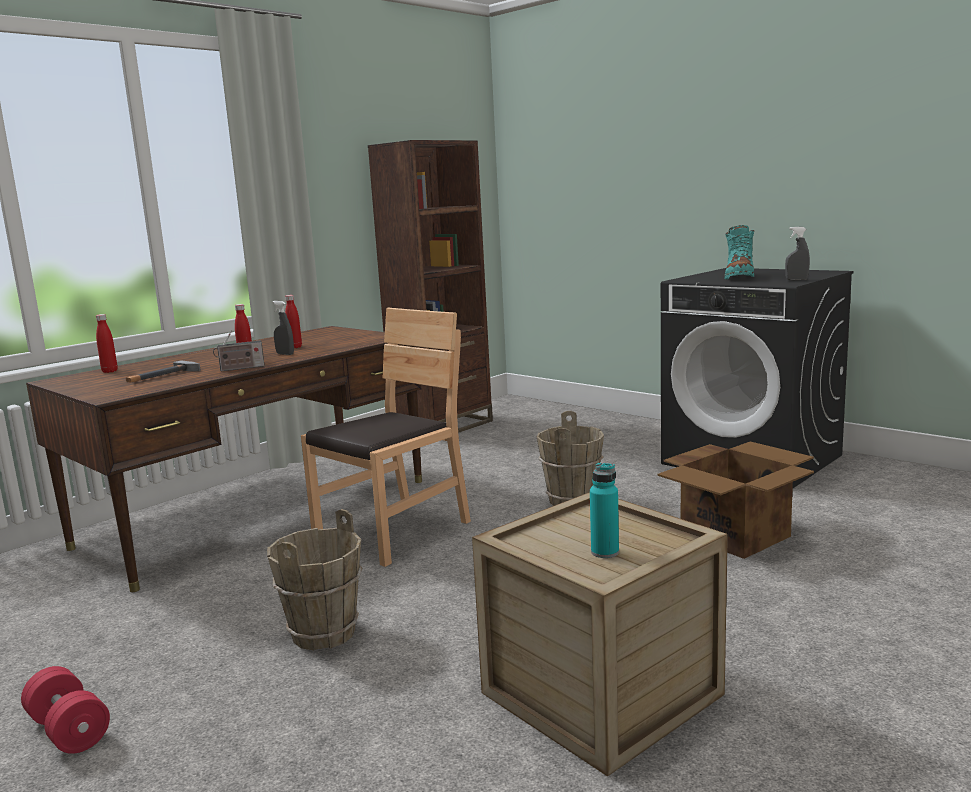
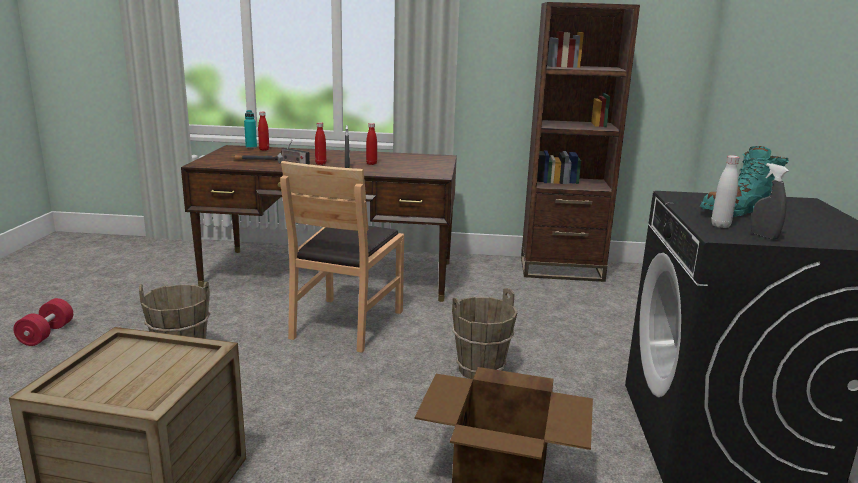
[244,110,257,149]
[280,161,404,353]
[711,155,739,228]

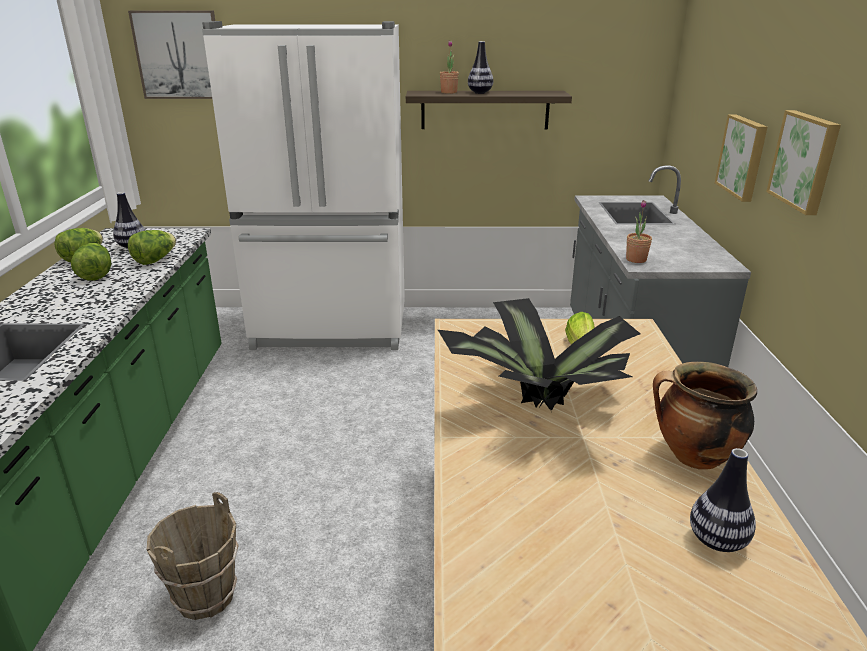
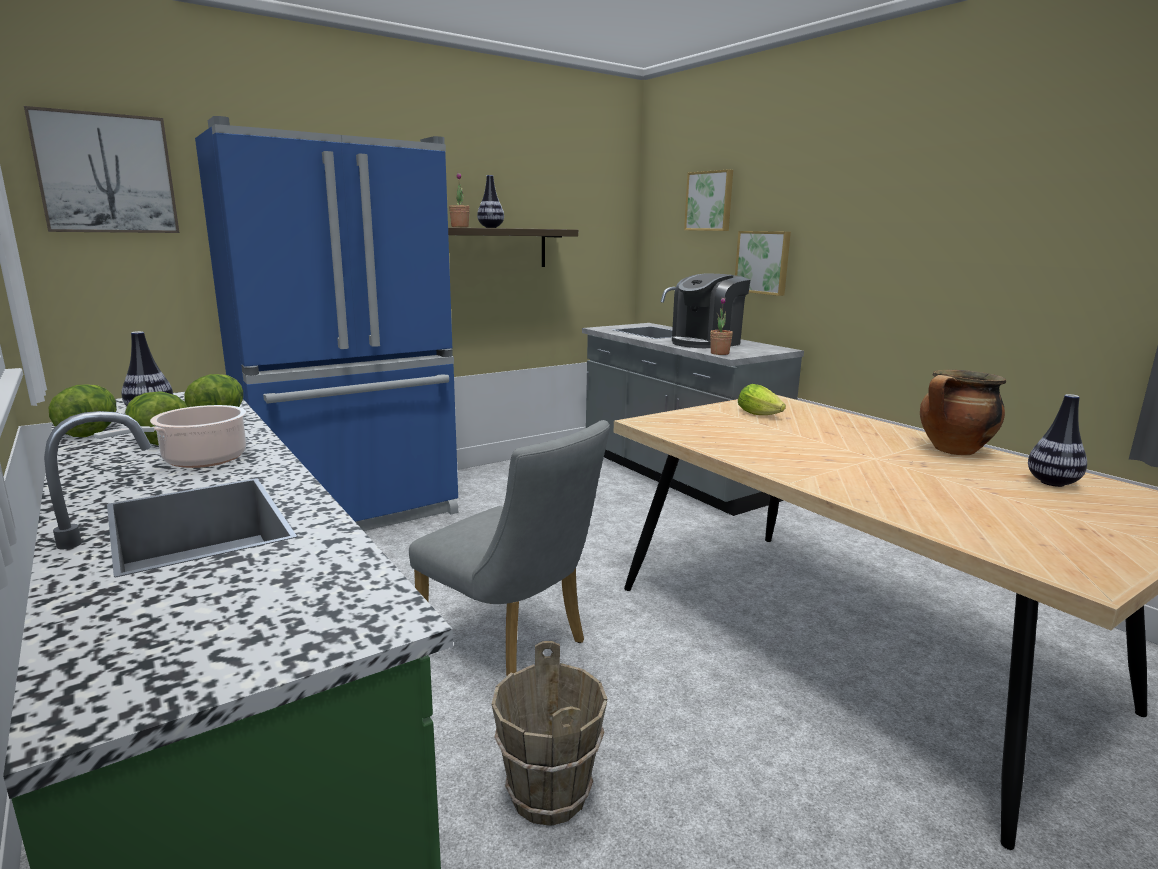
[94,405,246,468]
[195,116,458,531]
[409,420,610,676]
[672,274,750,348]
[684,169,733,231]
[438,298,640,411] (first image)

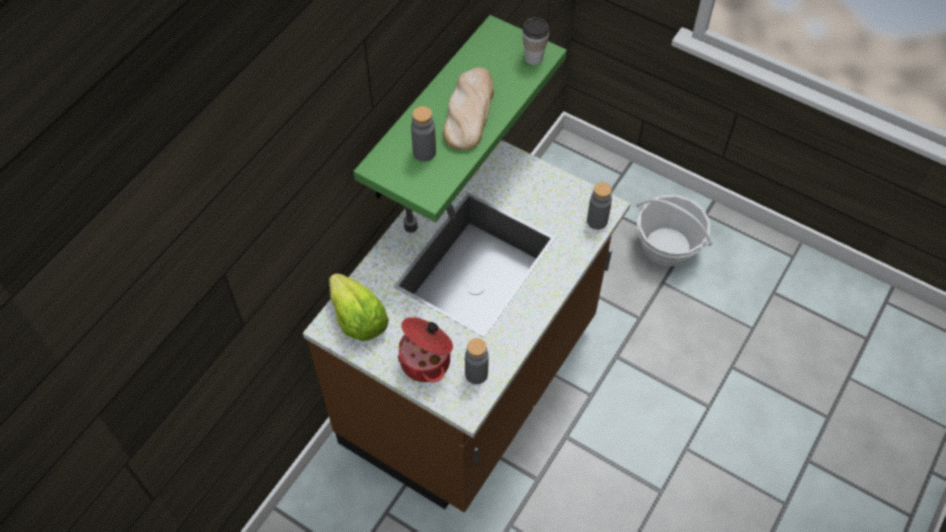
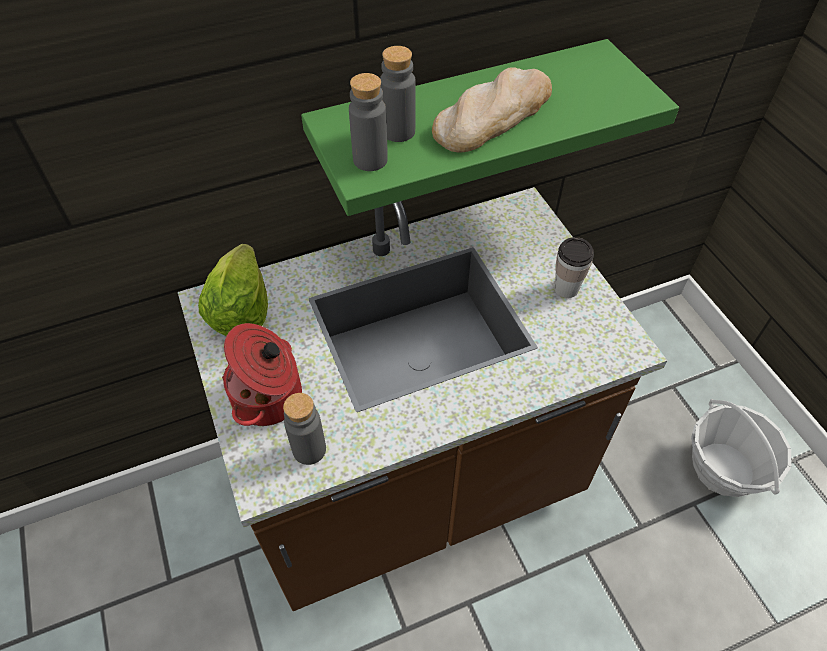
[349,73,388,171]
[554,237,594,298]

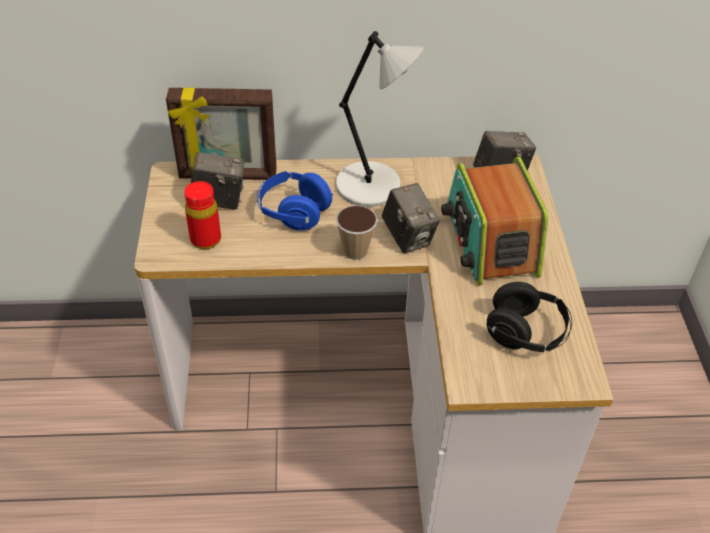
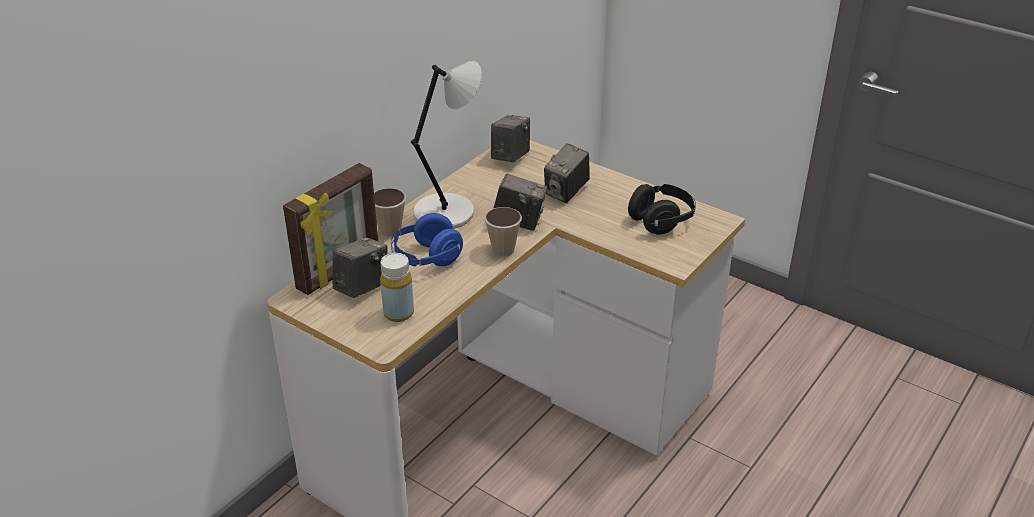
[374,188,406,237]
[380,253,414,322]
[544,143,590,203]

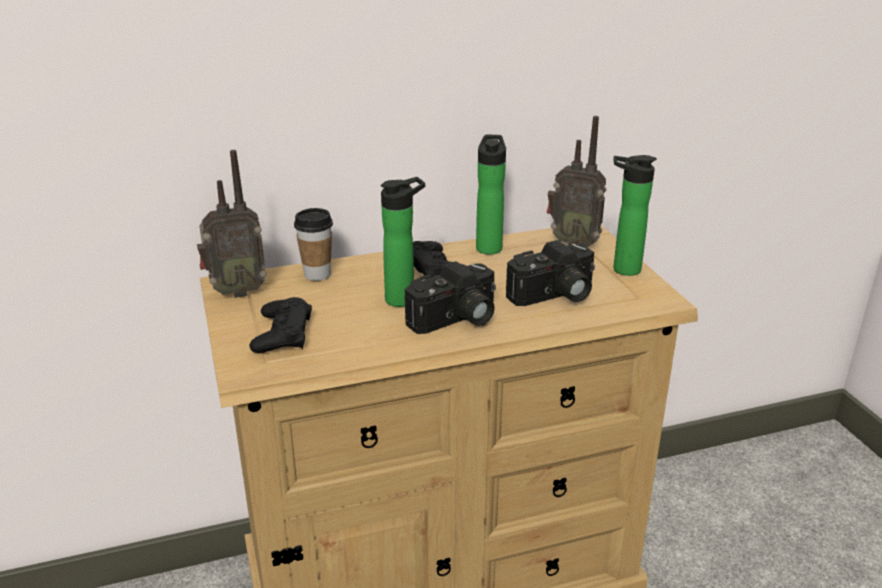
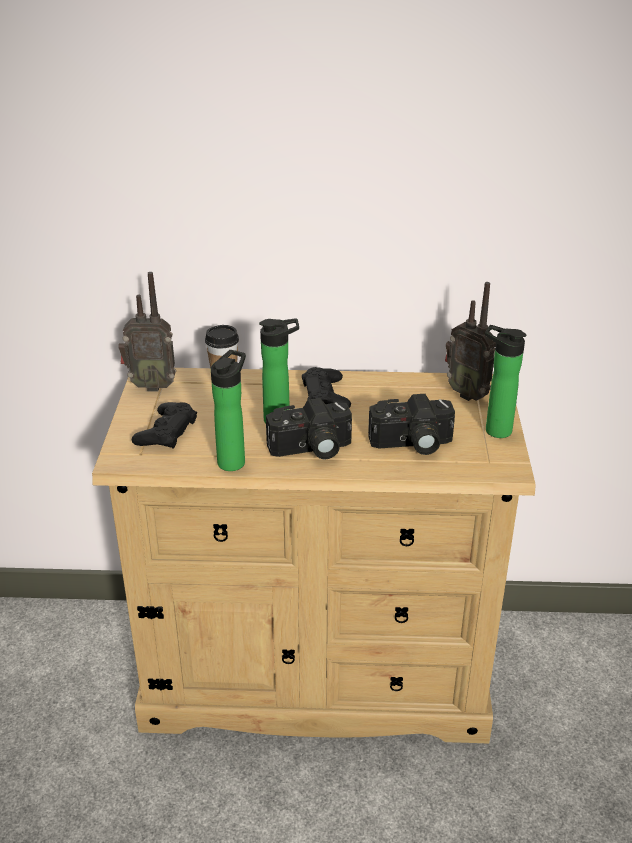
[211,350,246,471]

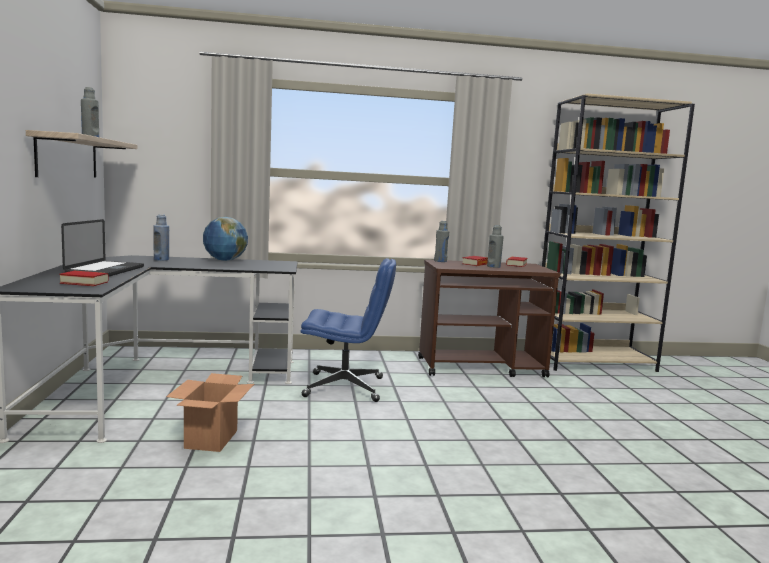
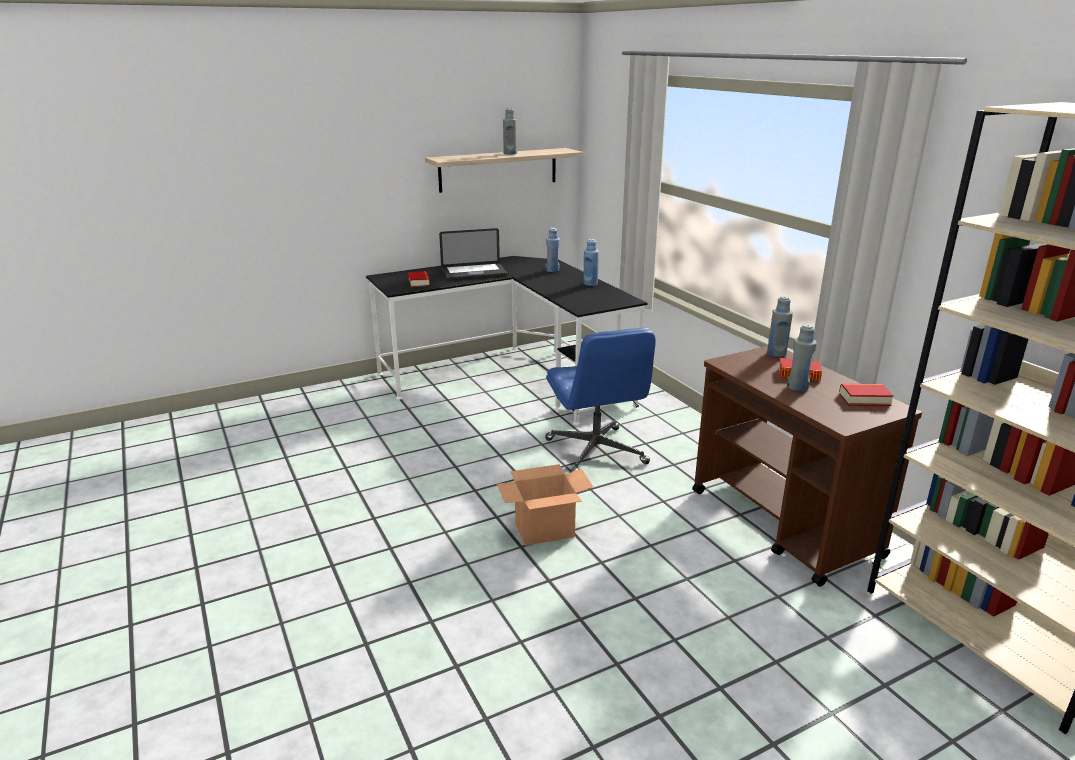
[497,464,593,546]
[583,239,599,286]

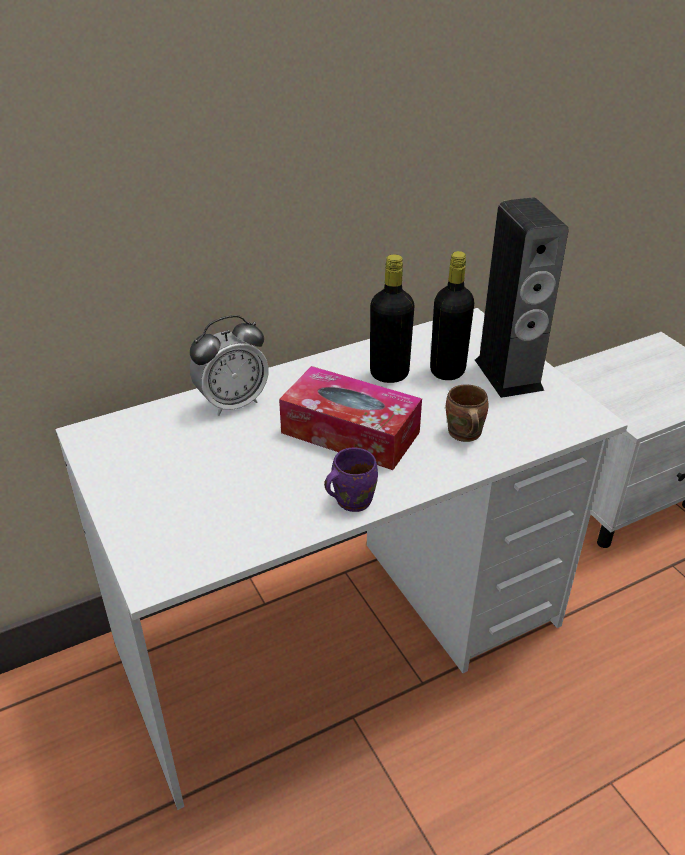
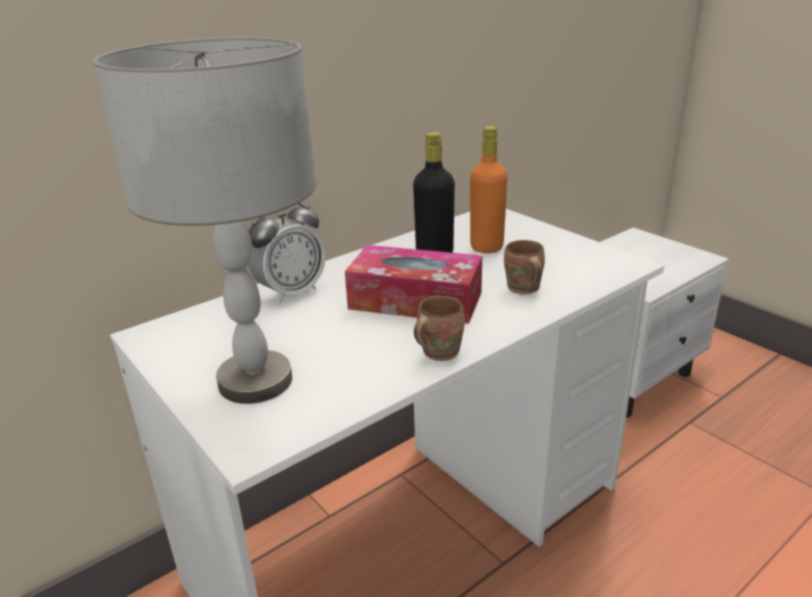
[93,37,316,404]
[414,296,465,361]
[470,126,508,253]
[475,197,569,398] (first image)

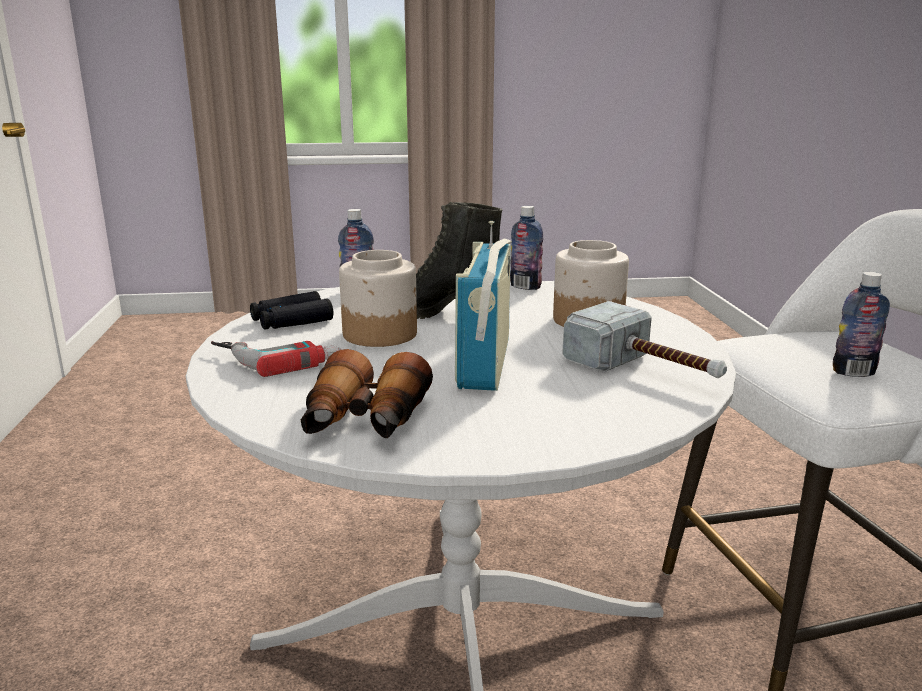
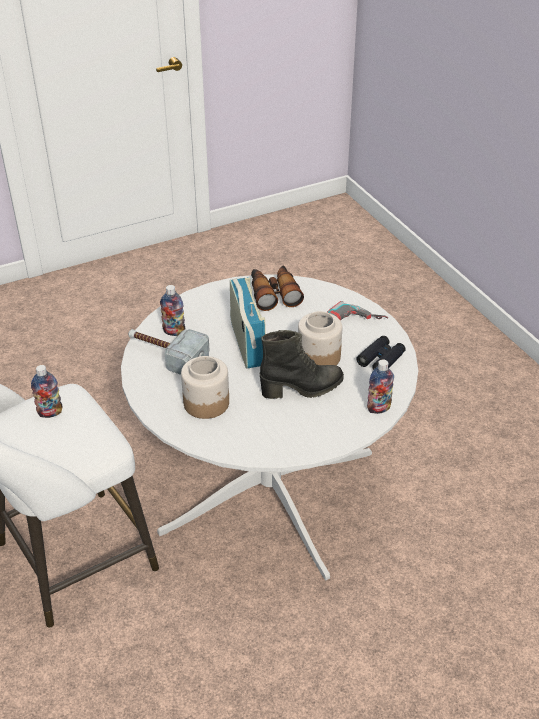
[160,285,185,336]

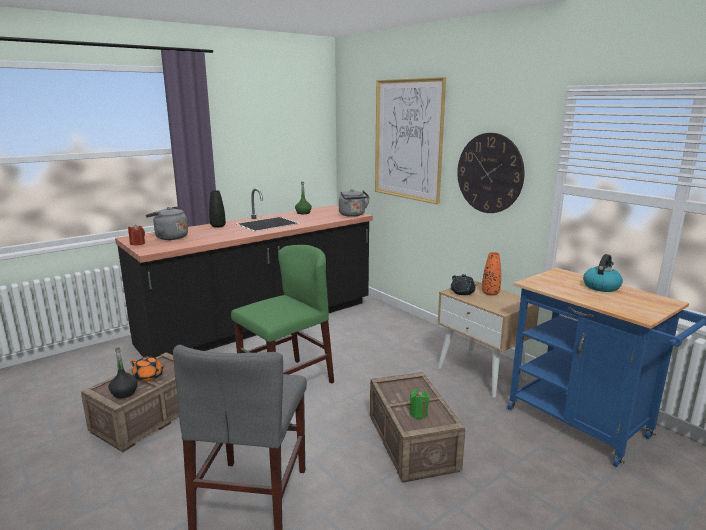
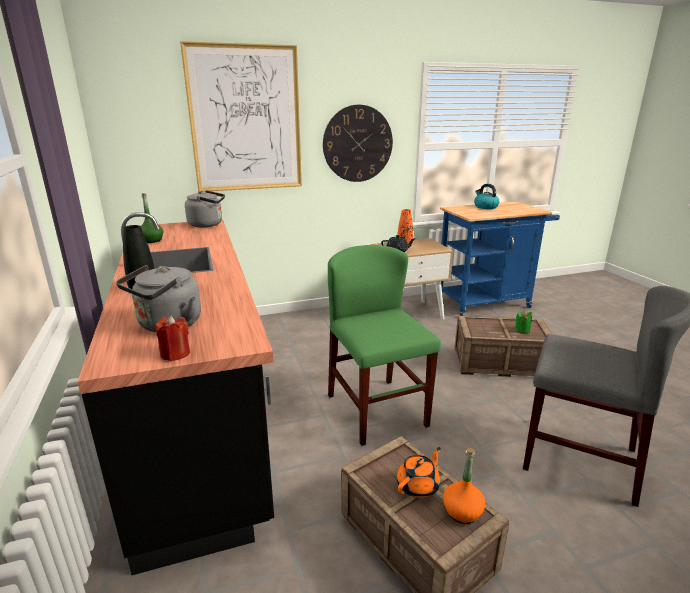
[443,448,485,524]

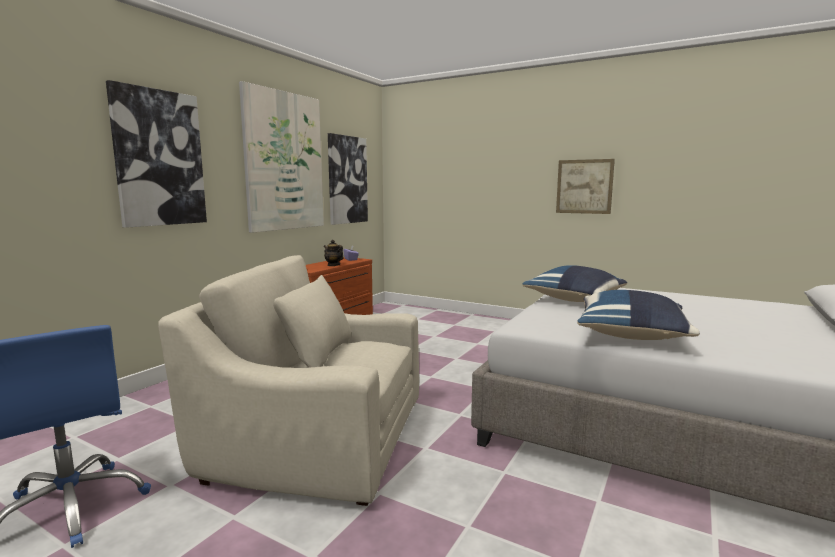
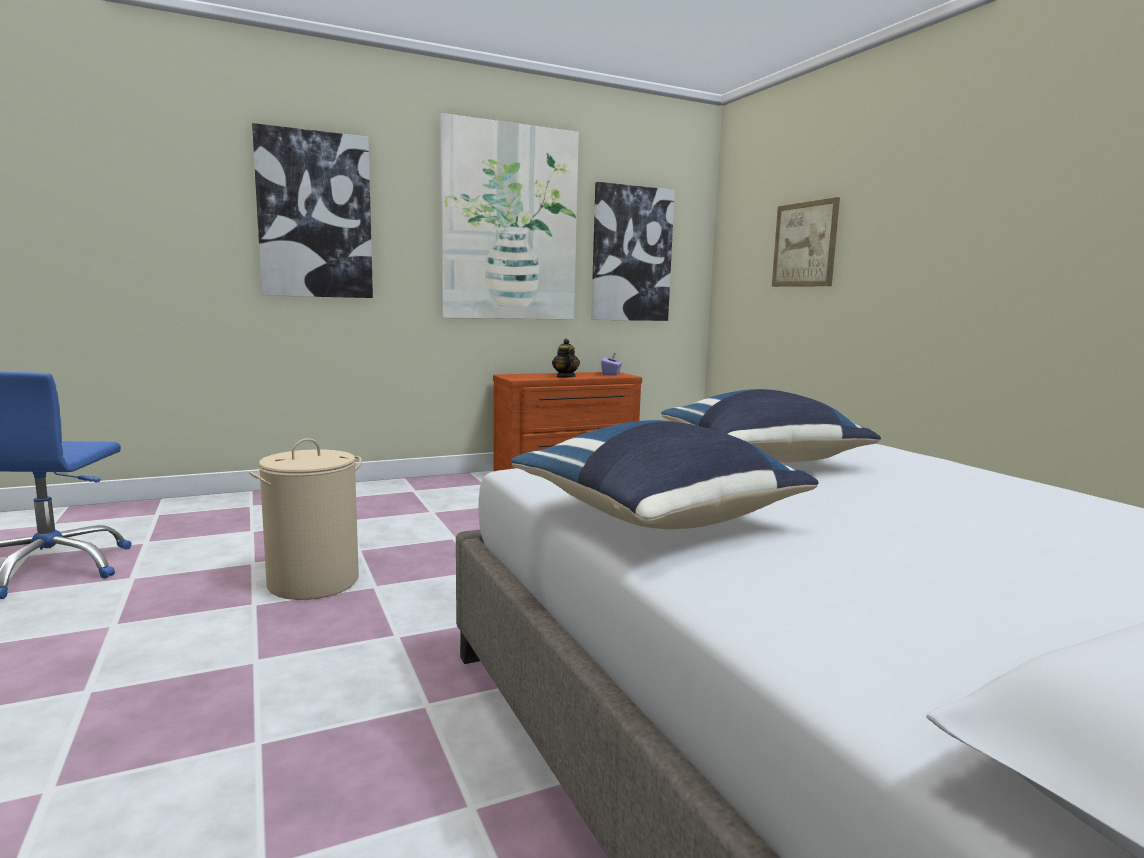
[249,438,362,600]
[772,197,840,287]

